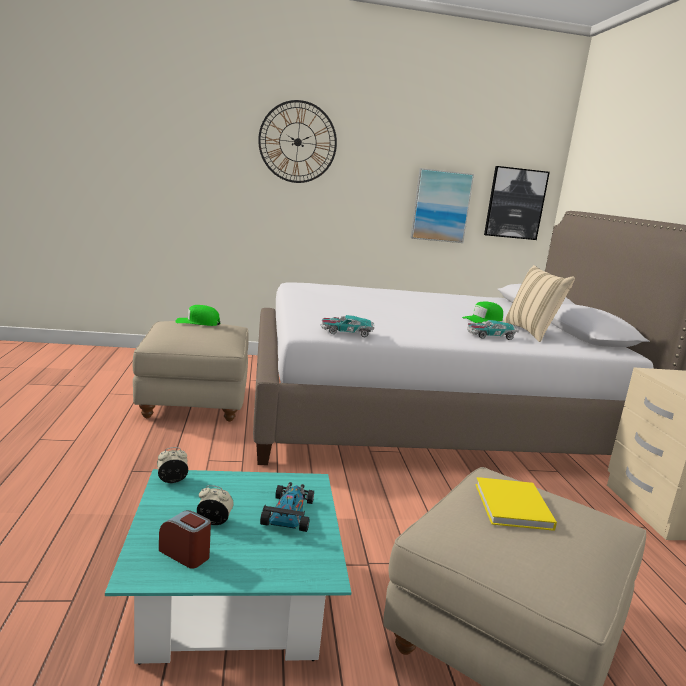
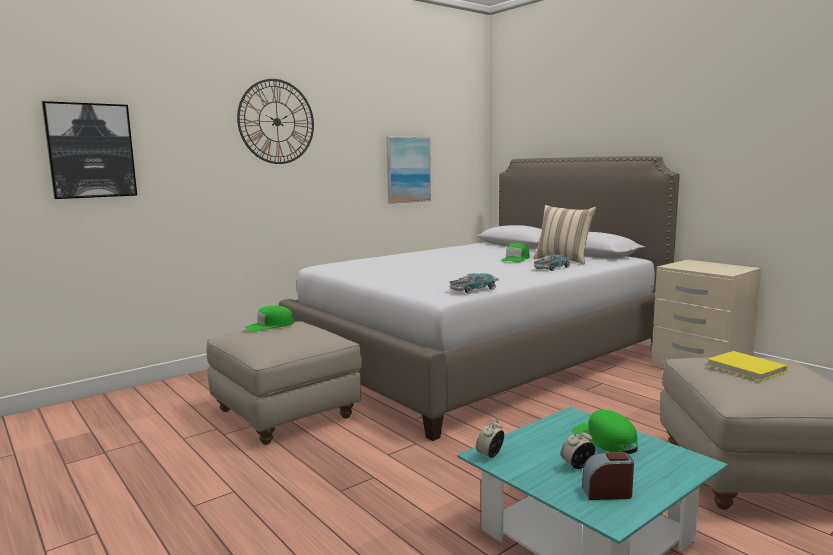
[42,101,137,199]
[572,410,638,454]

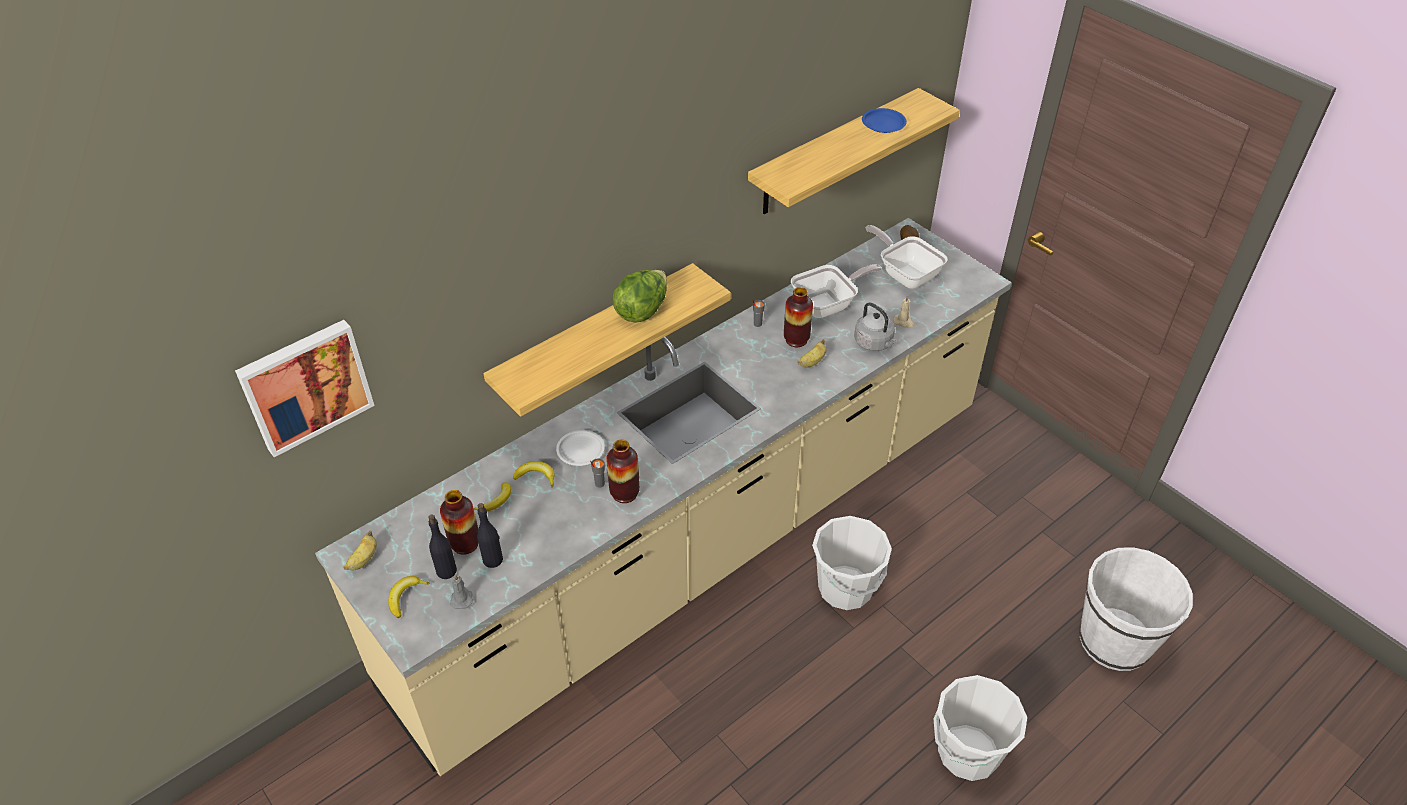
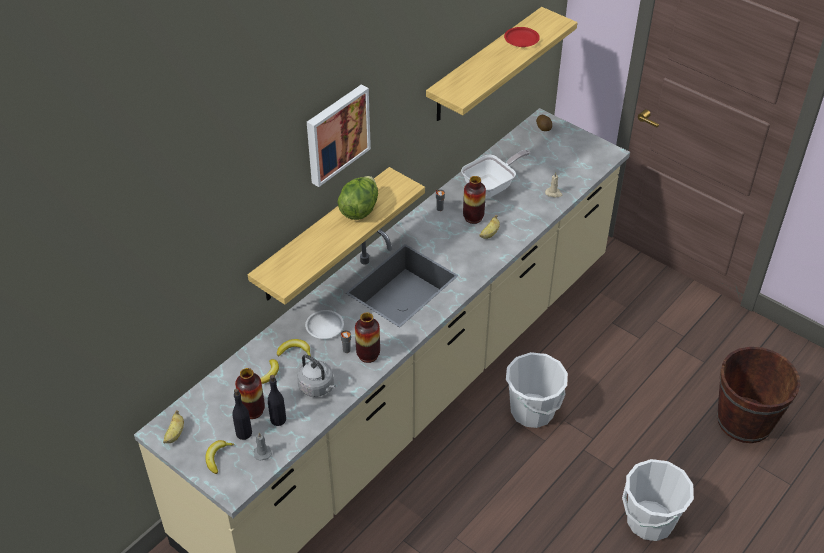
[297,355,336,397]
[307,85,371,187]
[504,27,540,47]
[717,347,801,443]
[866,225,948,289] (first image)

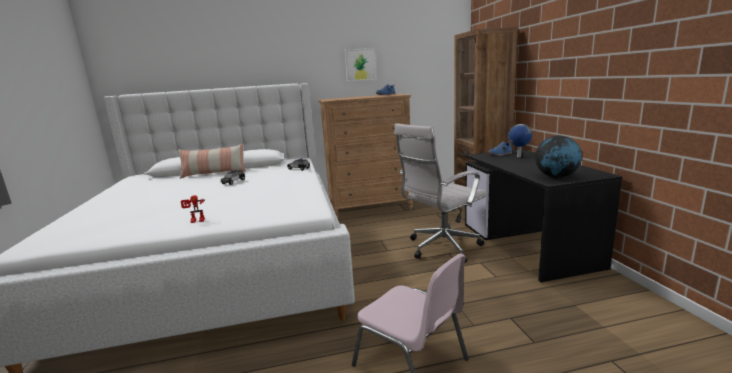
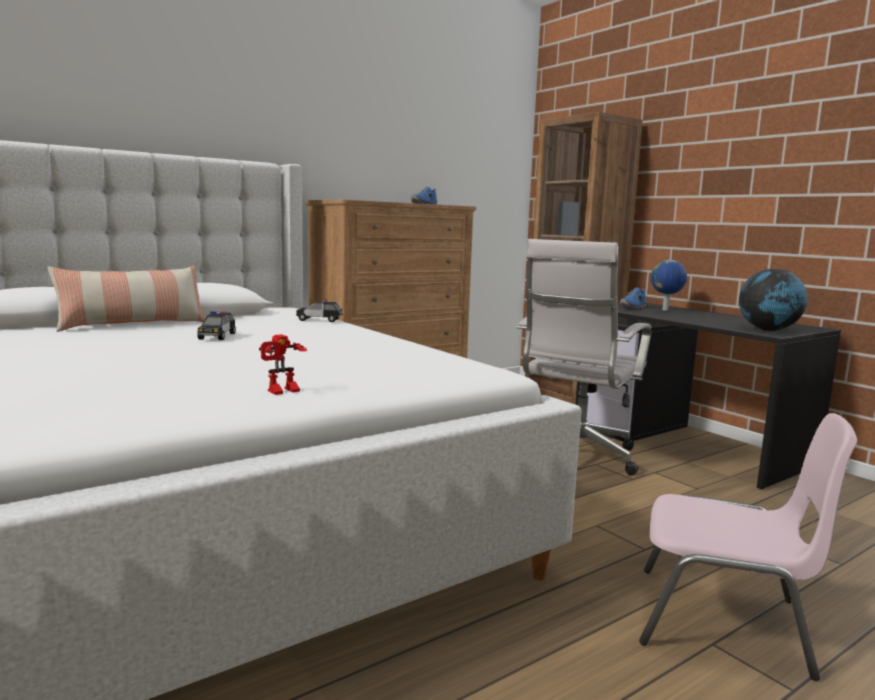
[345,48,376,81] (first image)

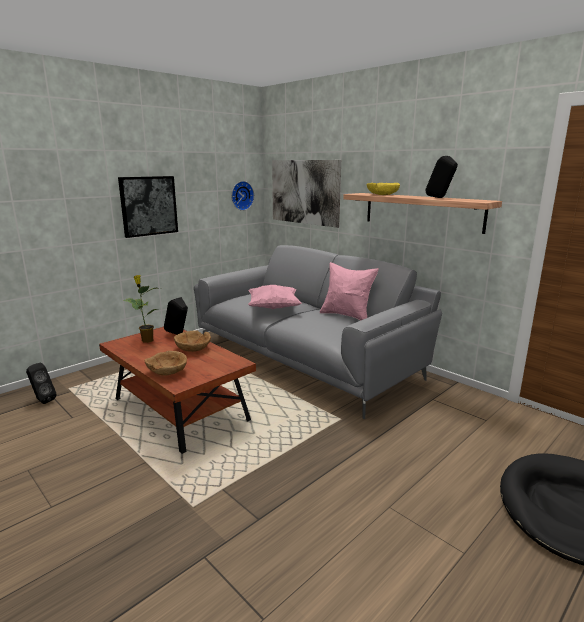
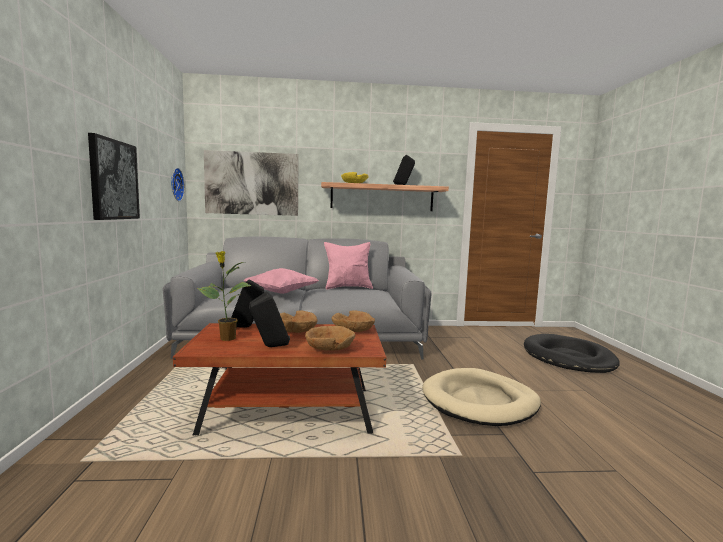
[249,291,290,347]
[332,310,375,332]
[422,368,541,426]

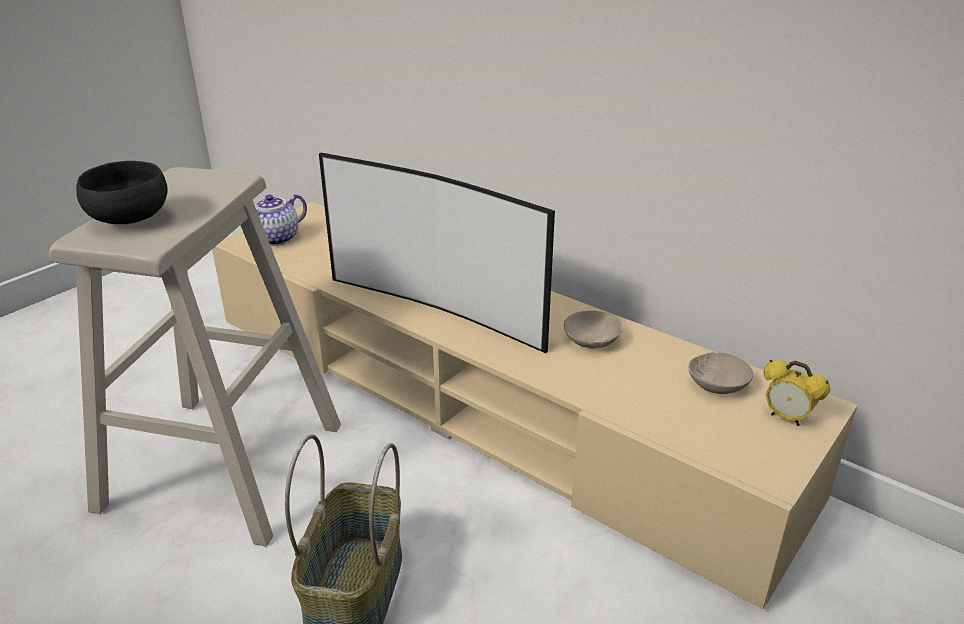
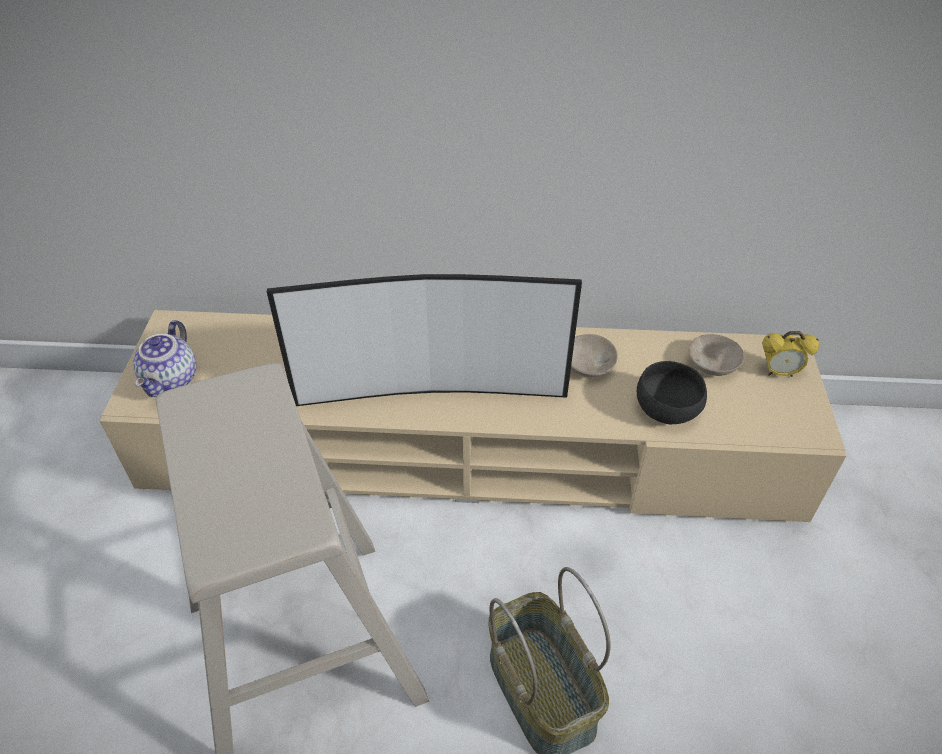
[637,361,707,424]

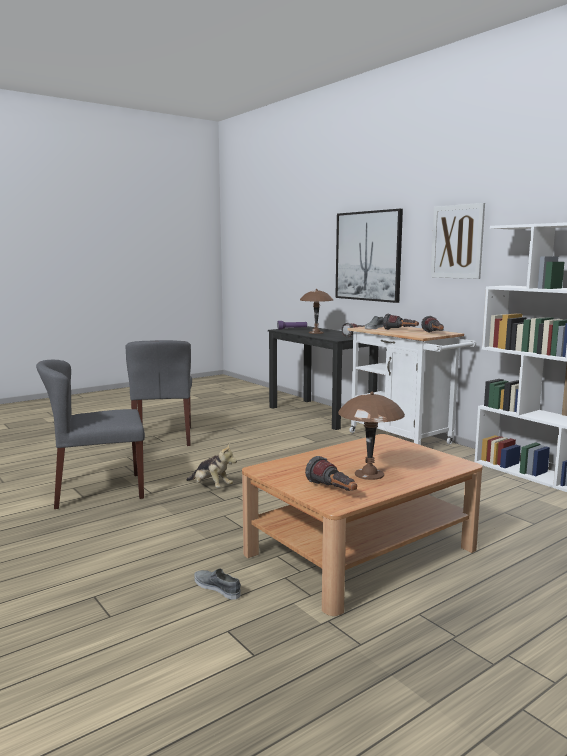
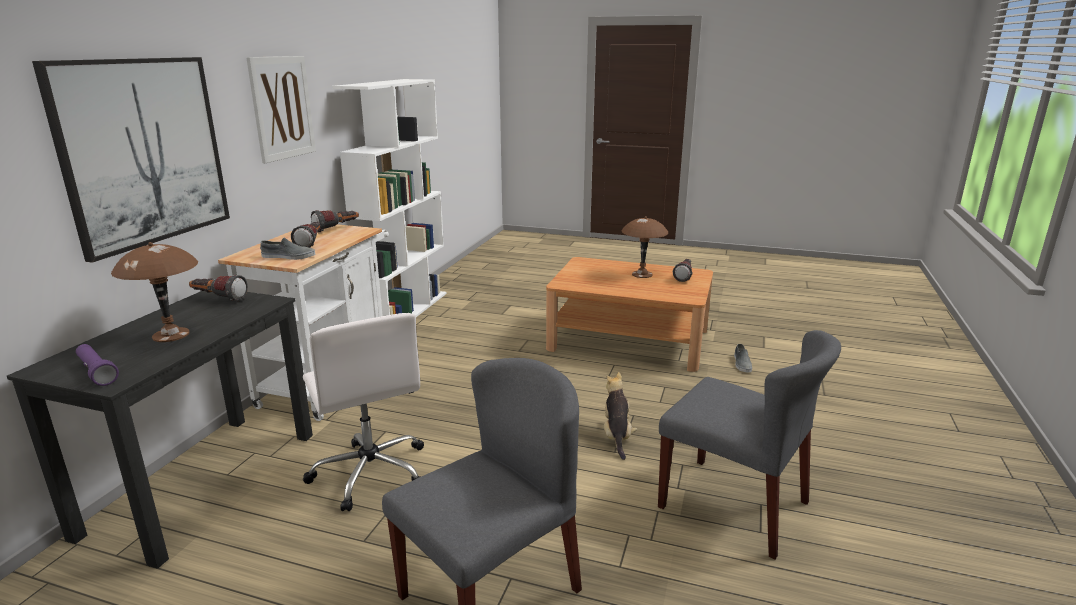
[303,313,424,511]

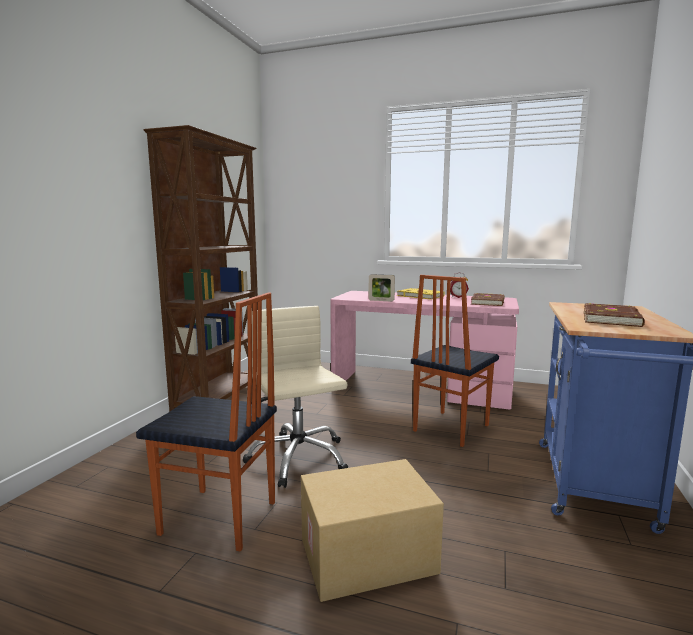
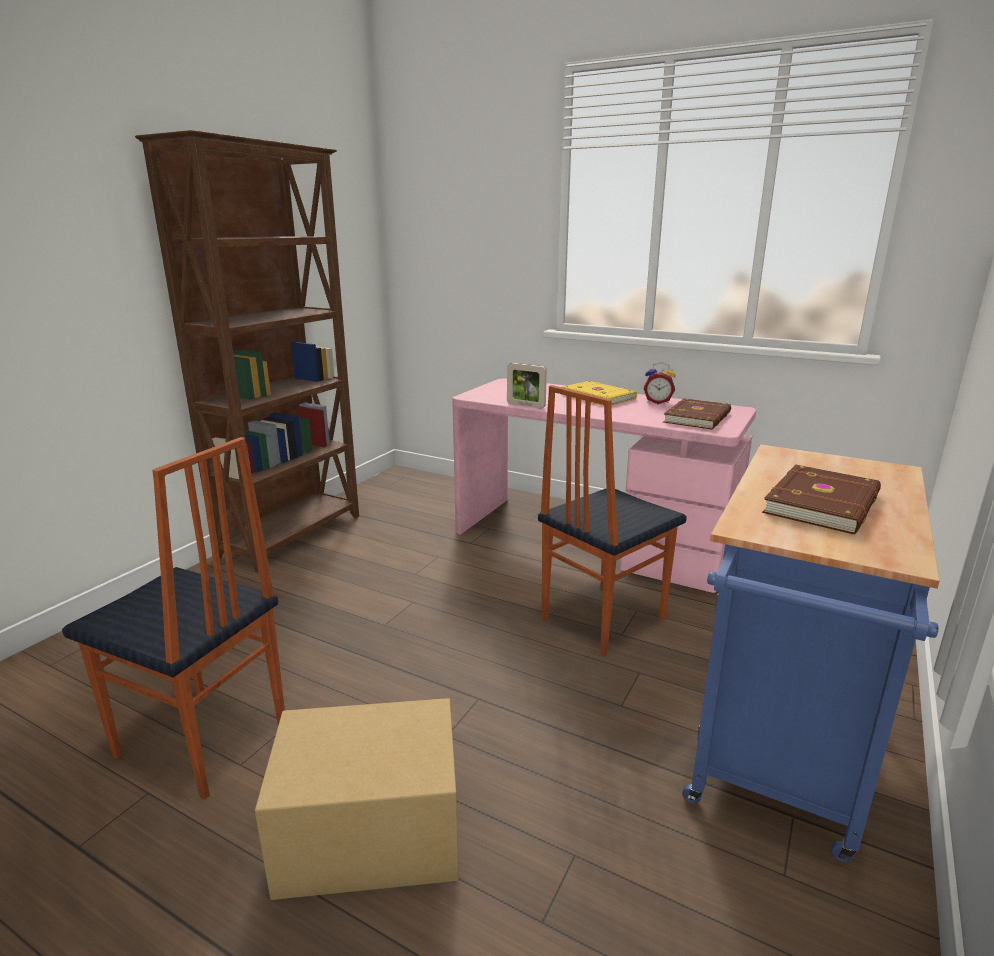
[243,306,348,488] (first image)

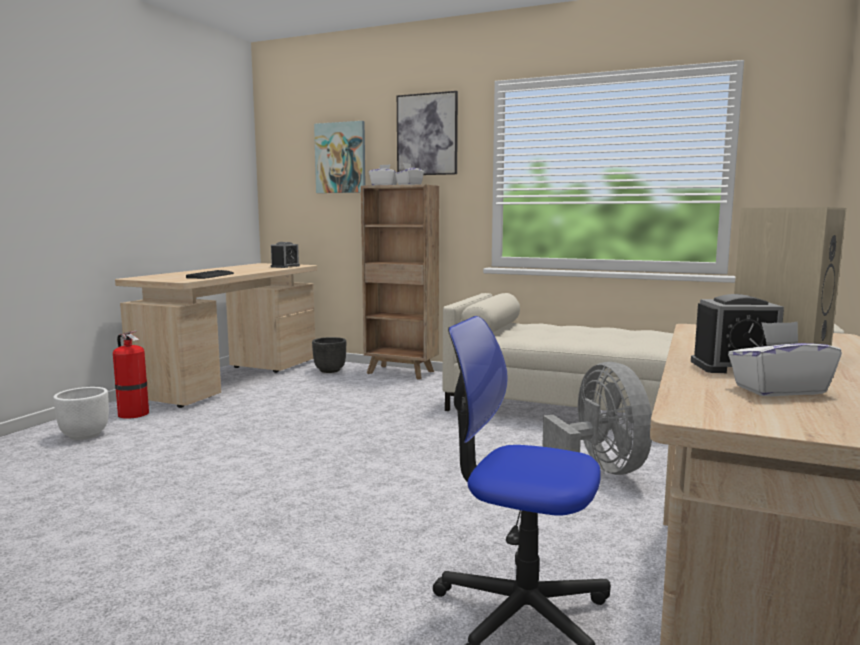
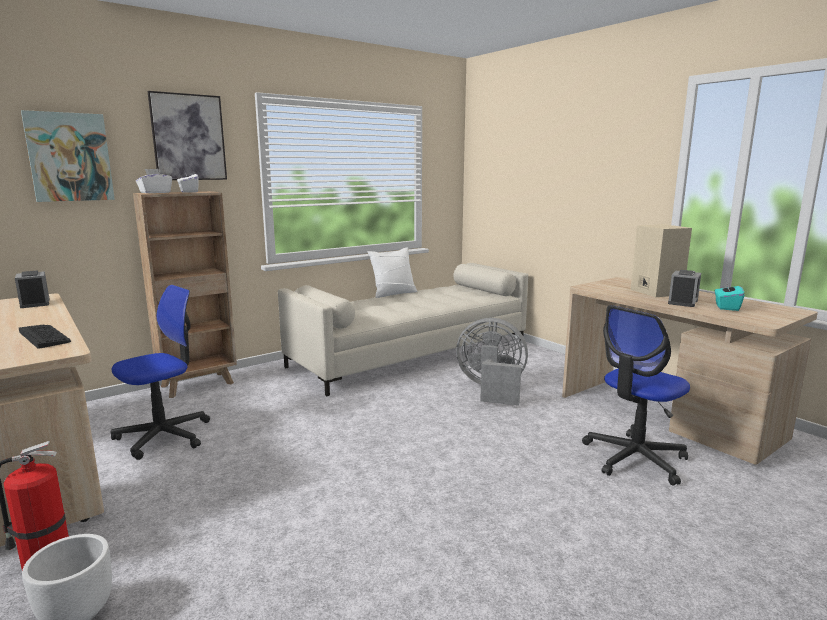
[111,285,210,460]
[368,247,417,298]
[715,280,744,311]
[312,337,346,373] (first image)

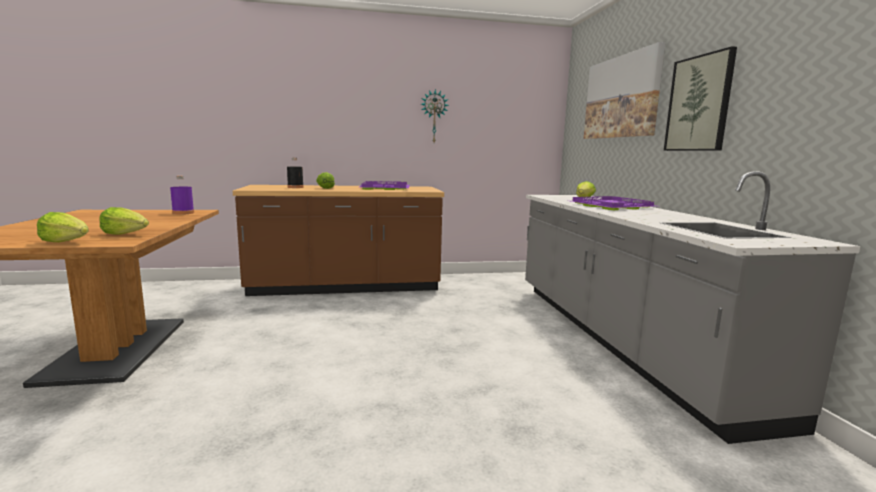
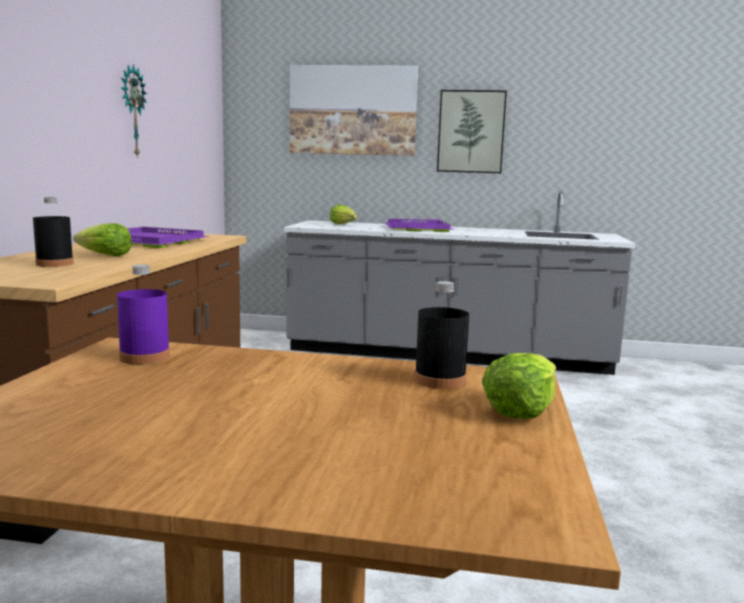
[414,281,469,389]

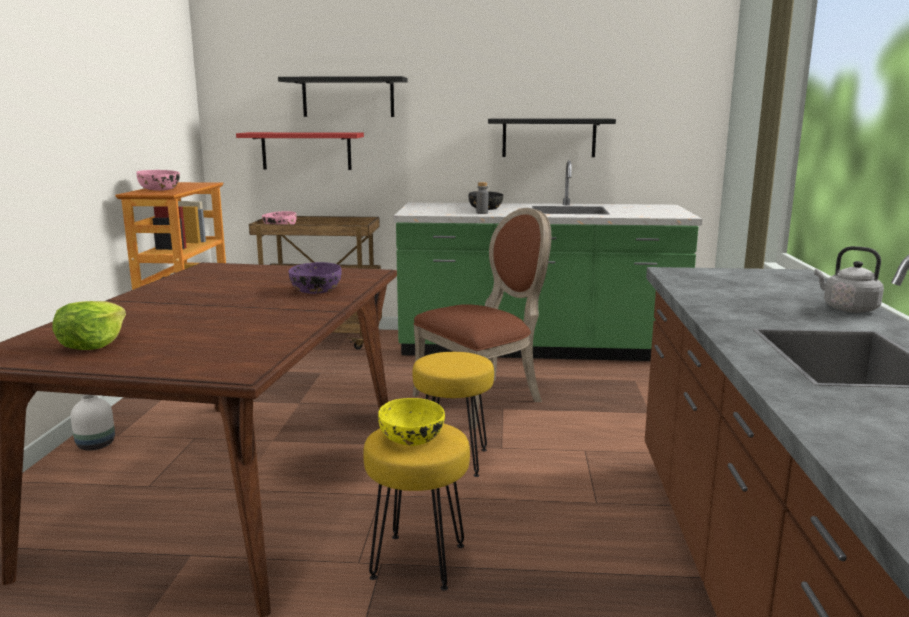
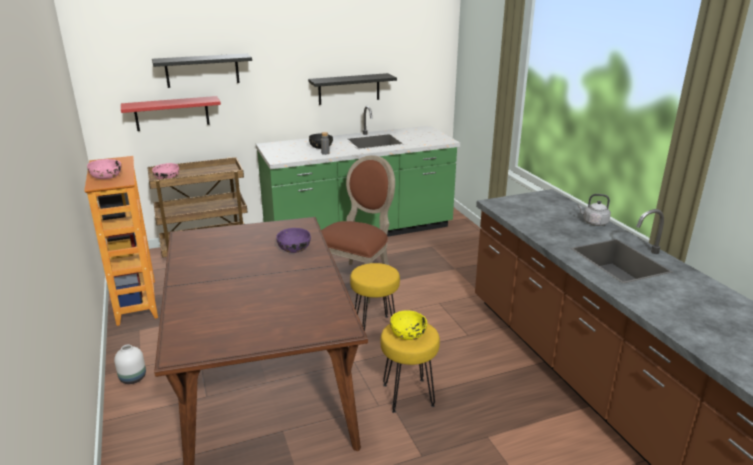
[53,301,126,350] (first image)

